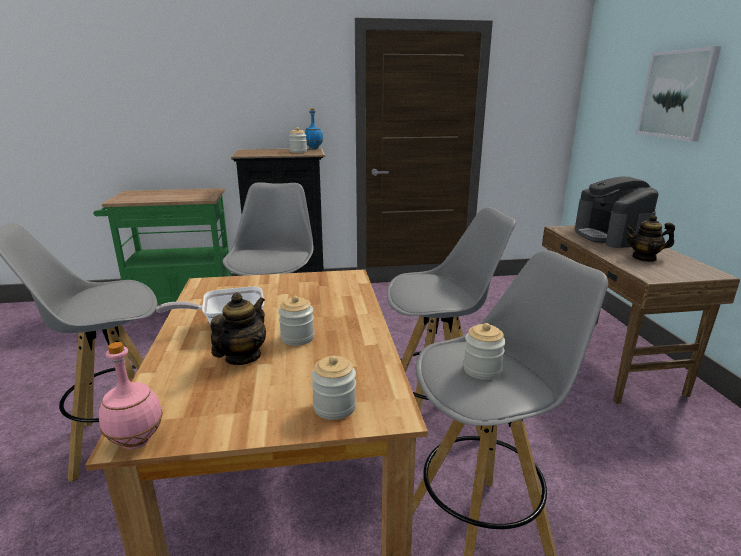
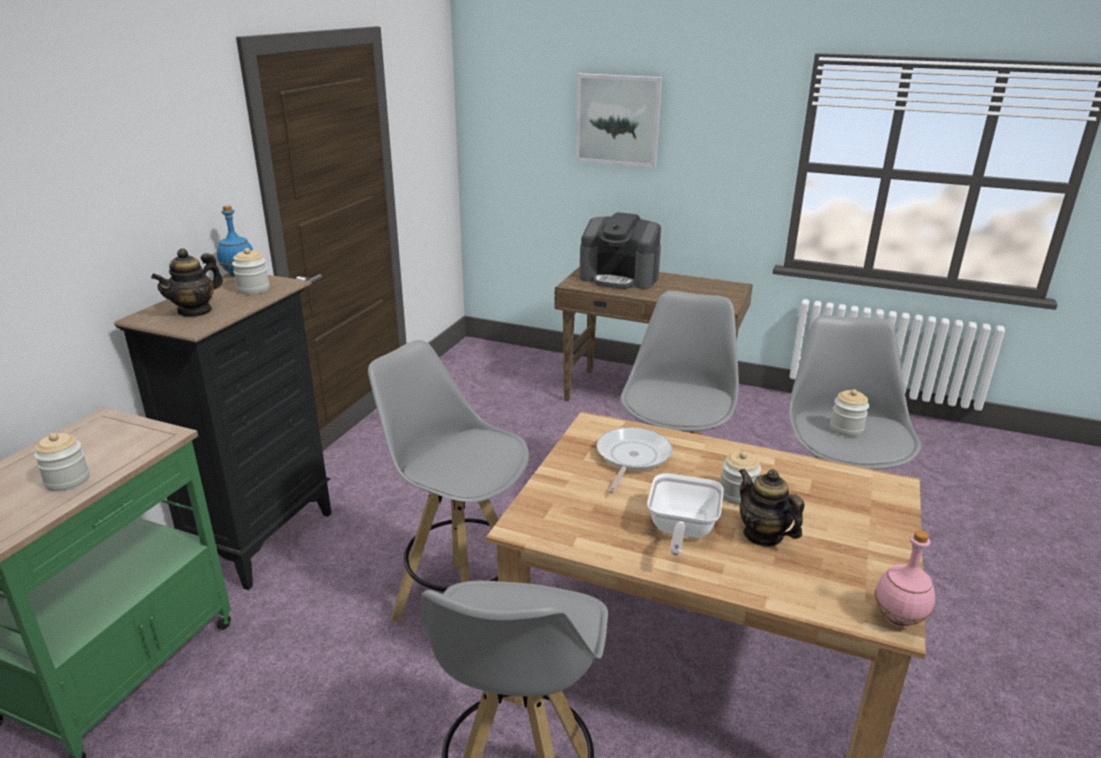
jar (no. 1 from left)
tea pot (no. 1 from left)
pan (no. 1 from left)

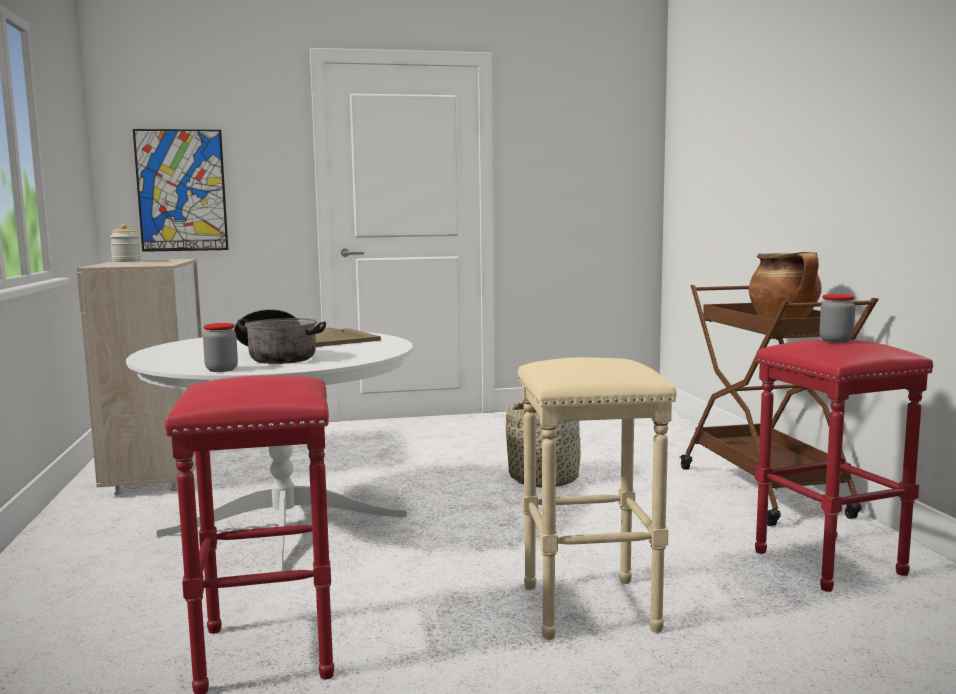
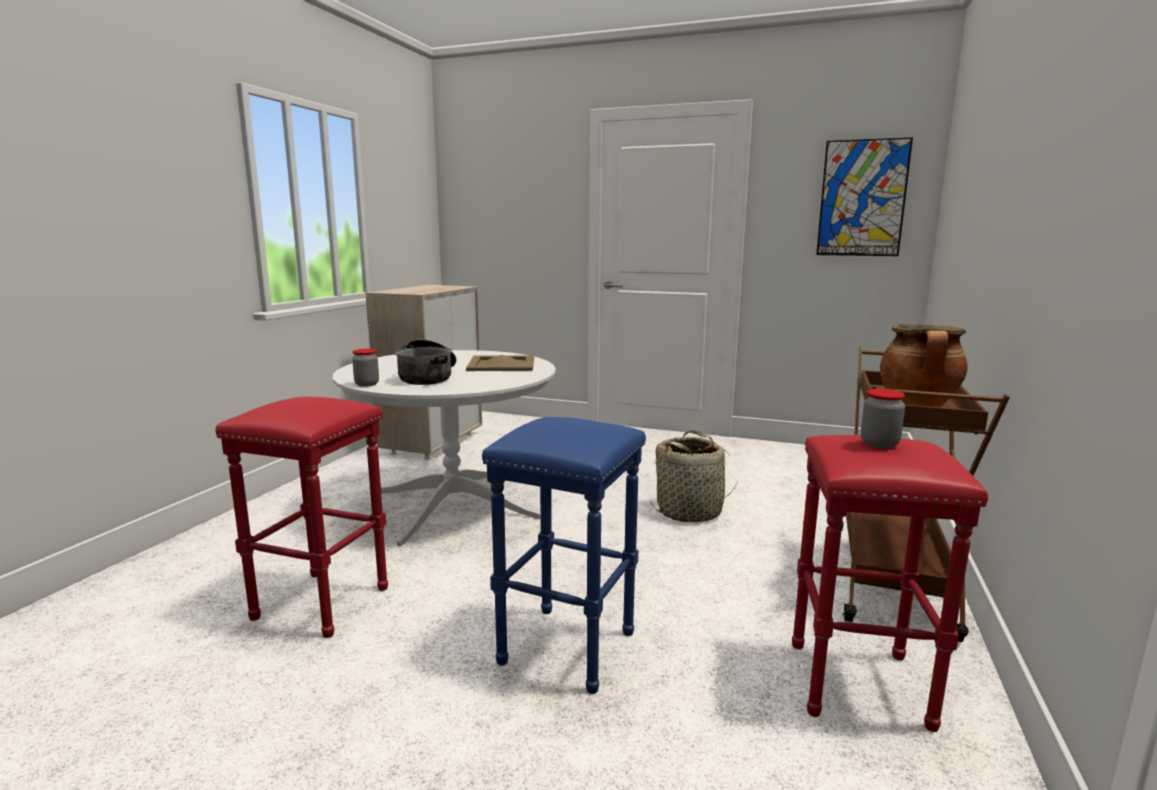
jar (no. 1 from left in the first image)
wall picture
sitting stool in bluish

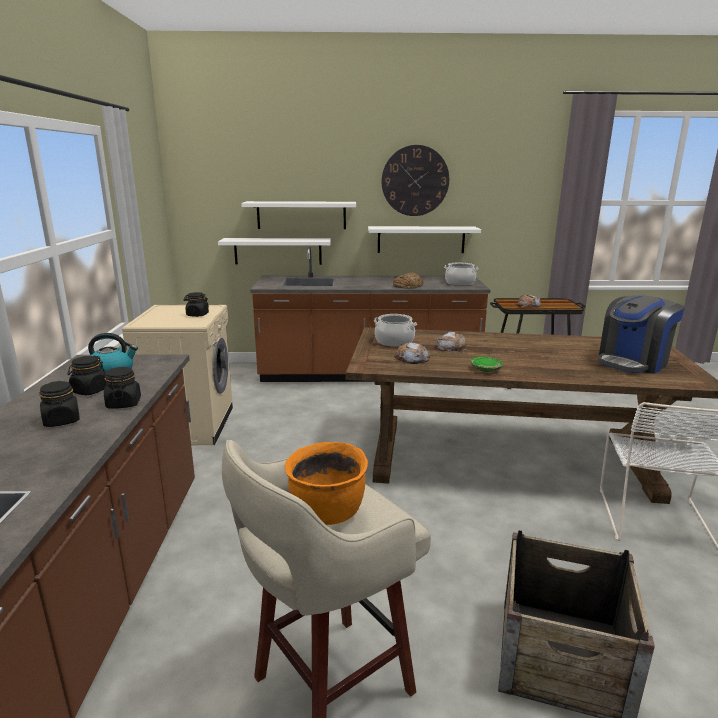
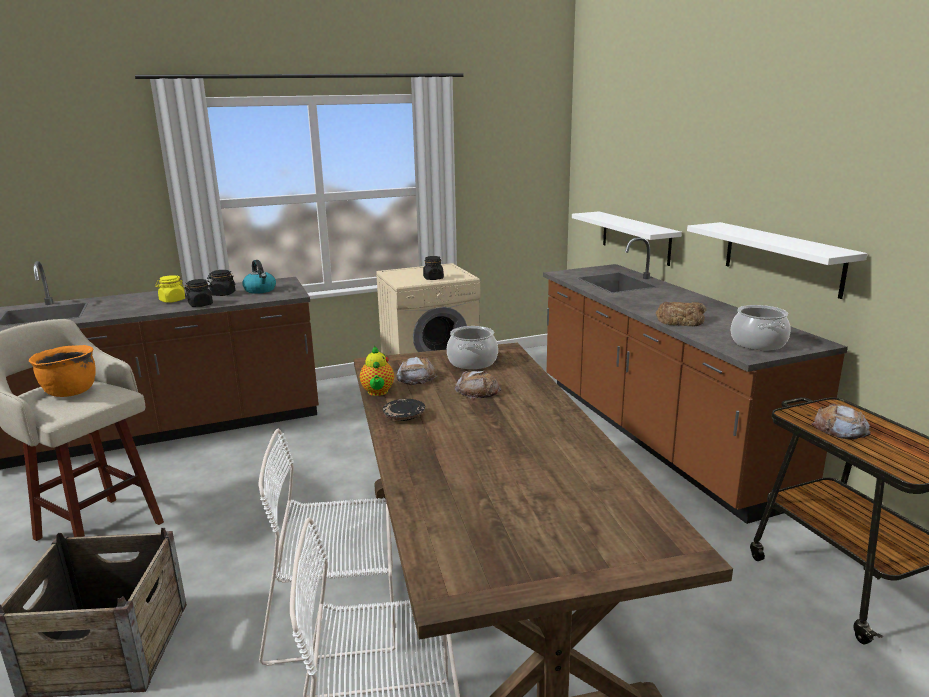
jar in yellowish
wall shelf in white (no. 2 from left in the first image)
hanging clock
dinner plate in black-coloured
coffee brewer
plain chair in white (no. 1 from left)
tea pot

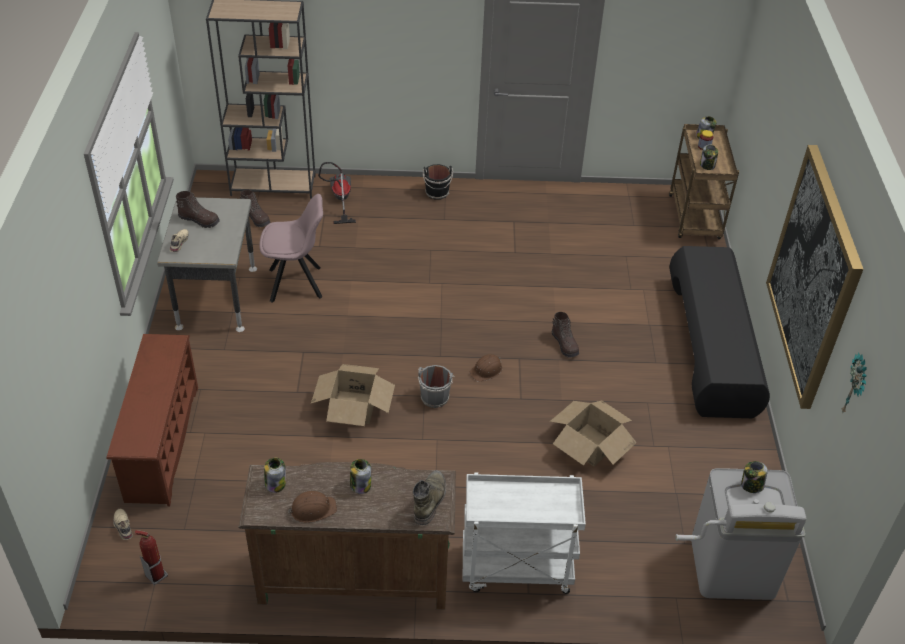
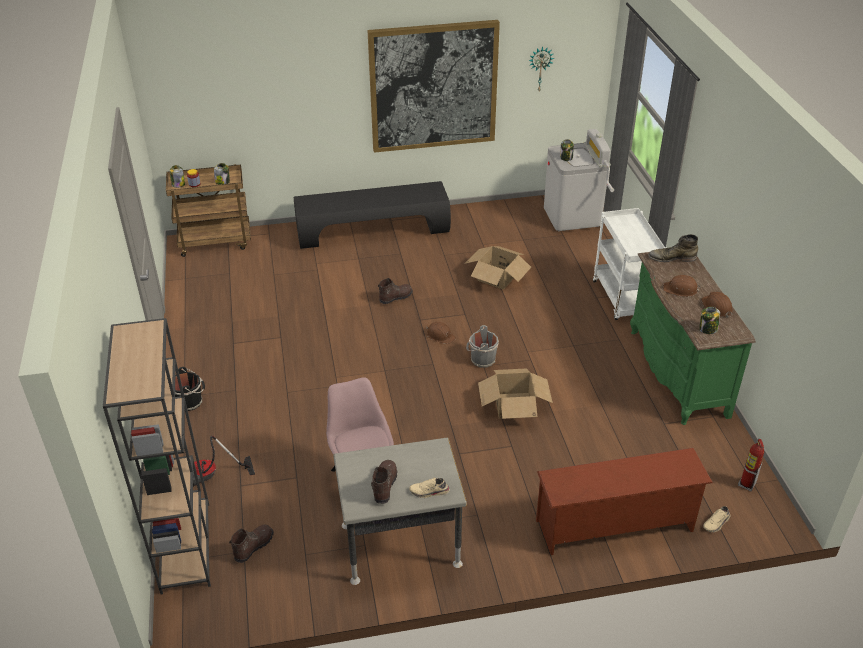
work helmet in brown (no. 2 from left)

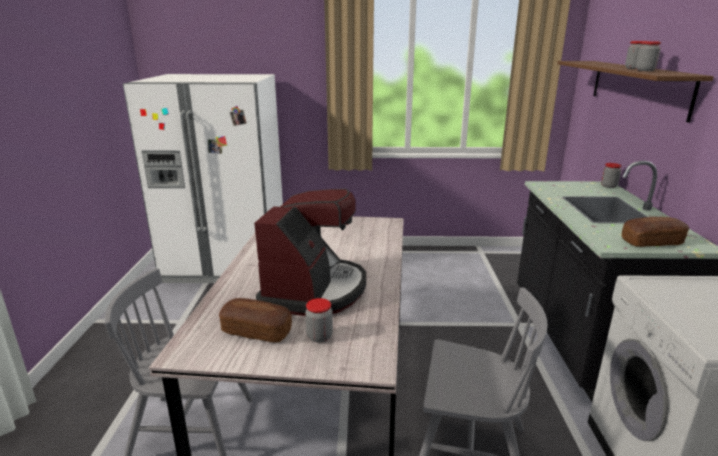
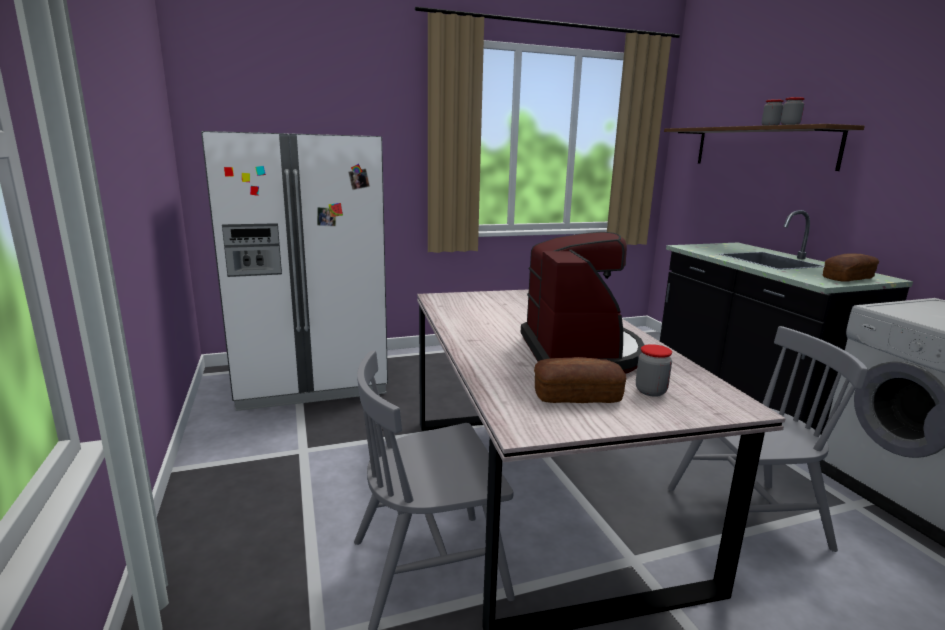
jar (no. 2 from left in the first image)

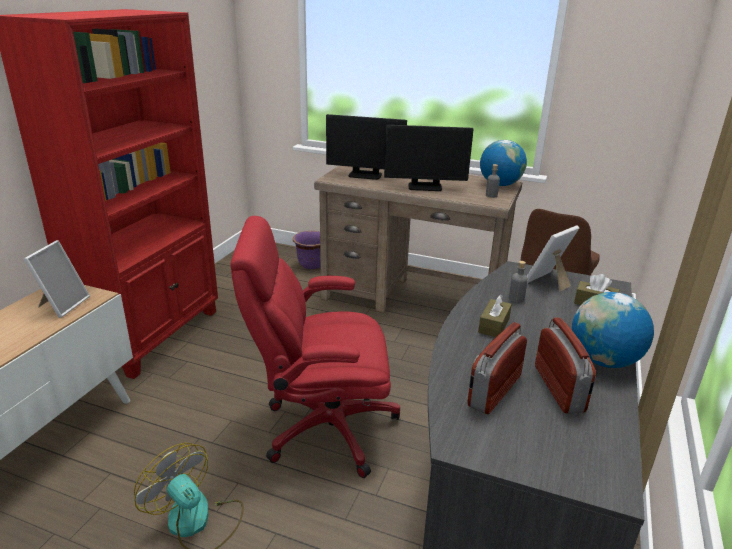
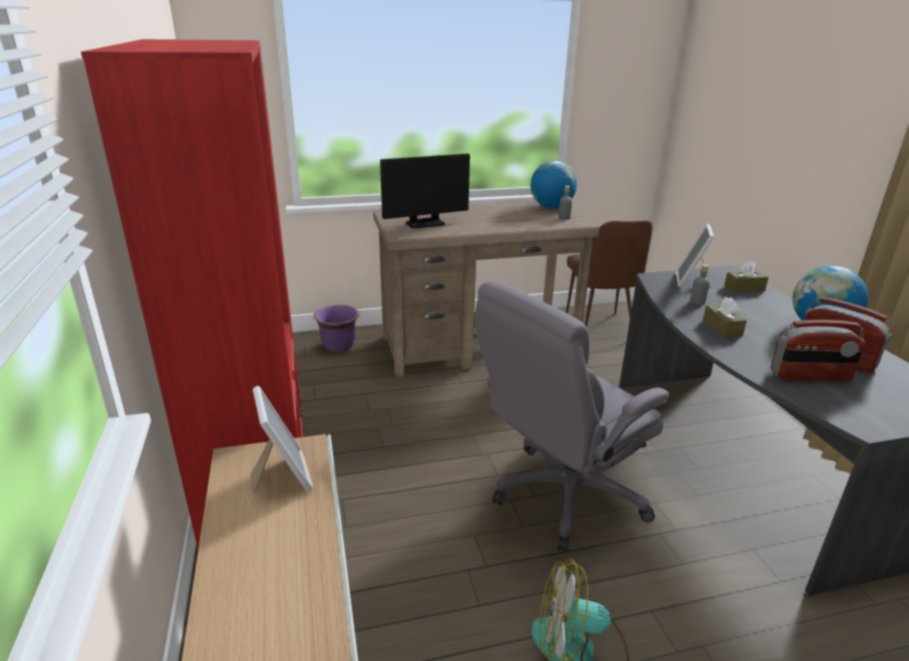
office chair in greyish
computer display (no. 2 from left in the first image)
radio receiver (no. 1 from left)

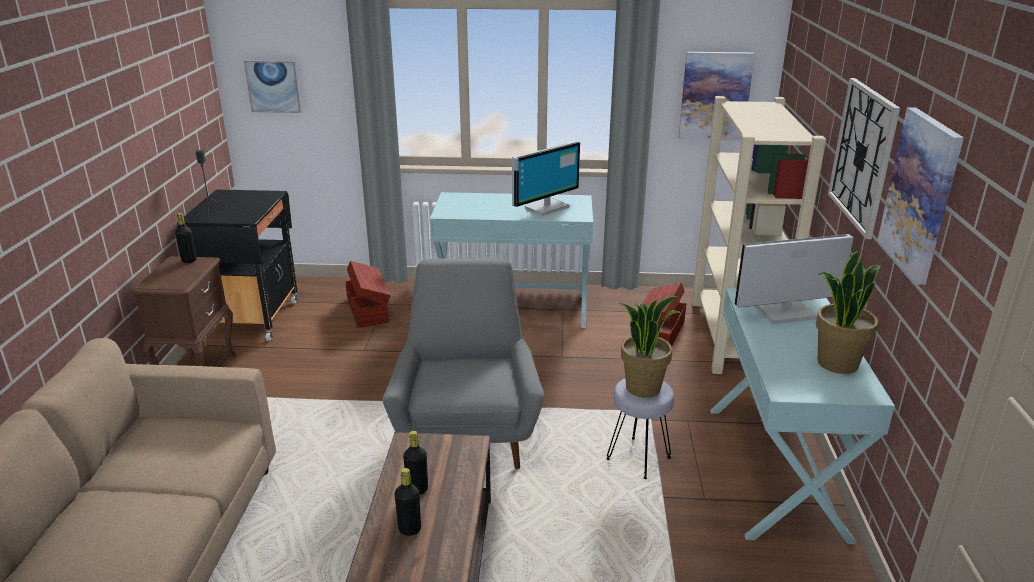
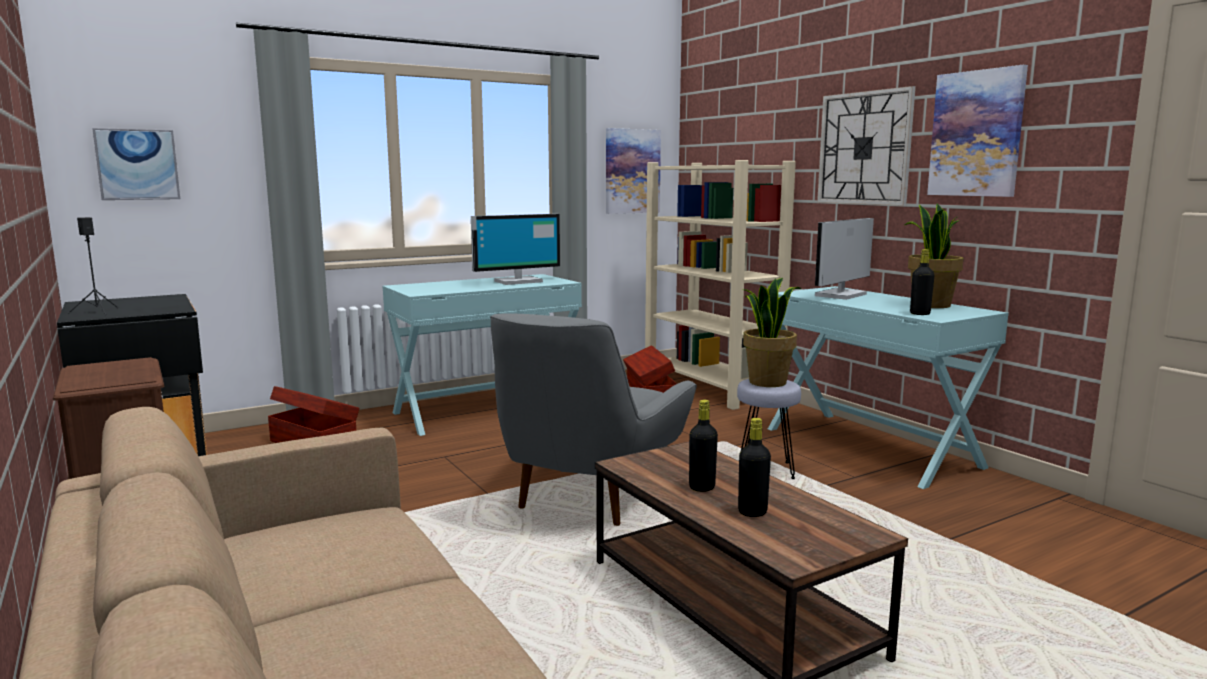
drink bottle in black-coloured (no. 3 from left)
easy chair in greyish
computer display (no. 1 from left)

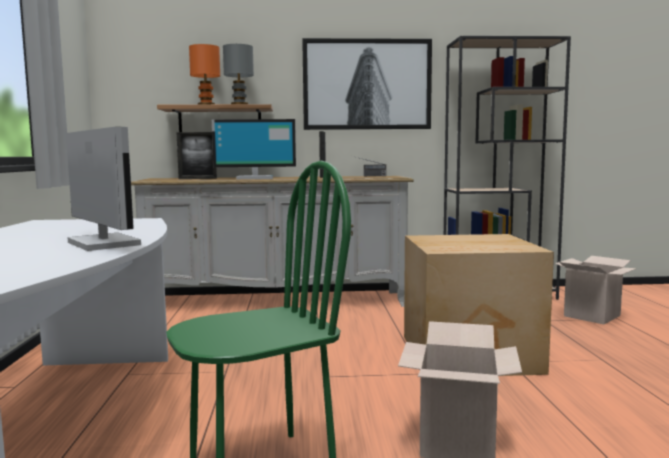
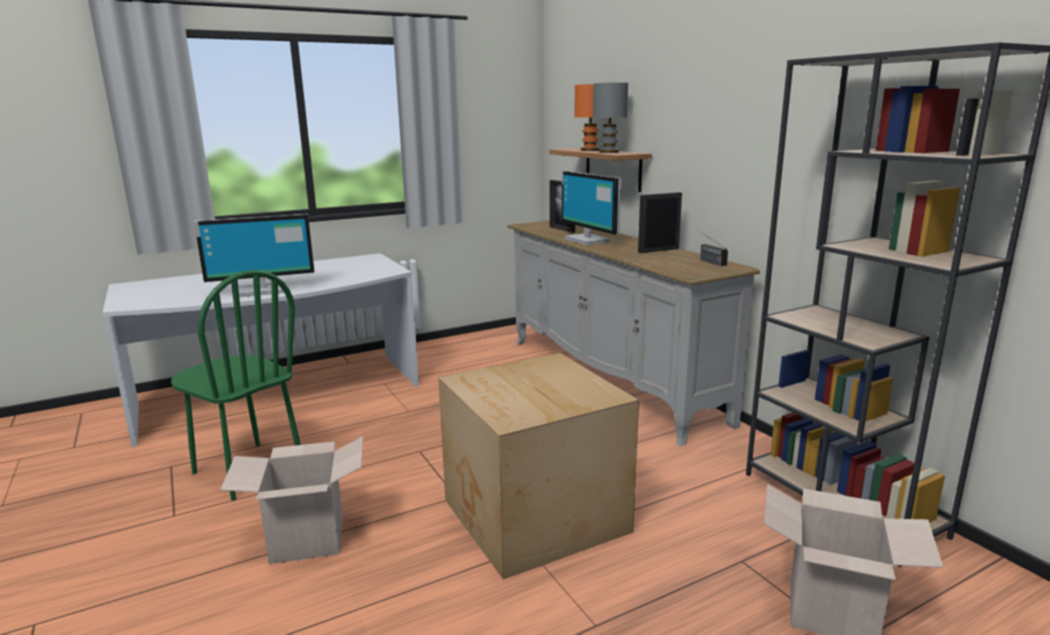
computer display (no. 1 from left)
wall picture

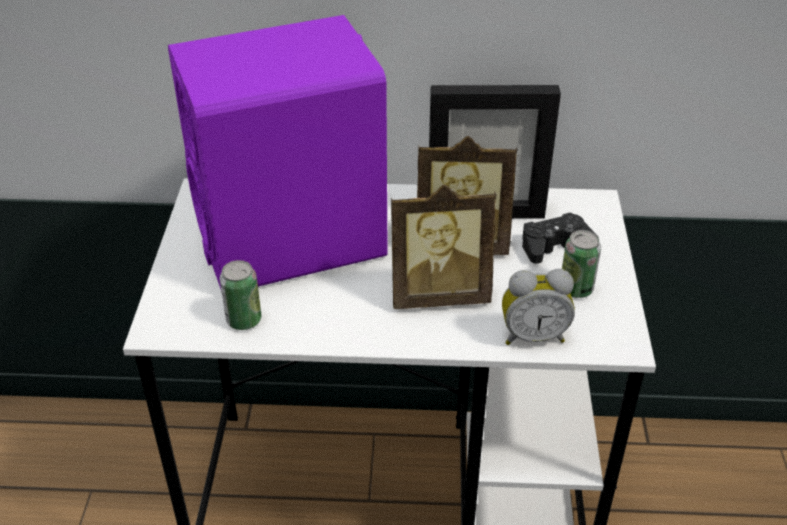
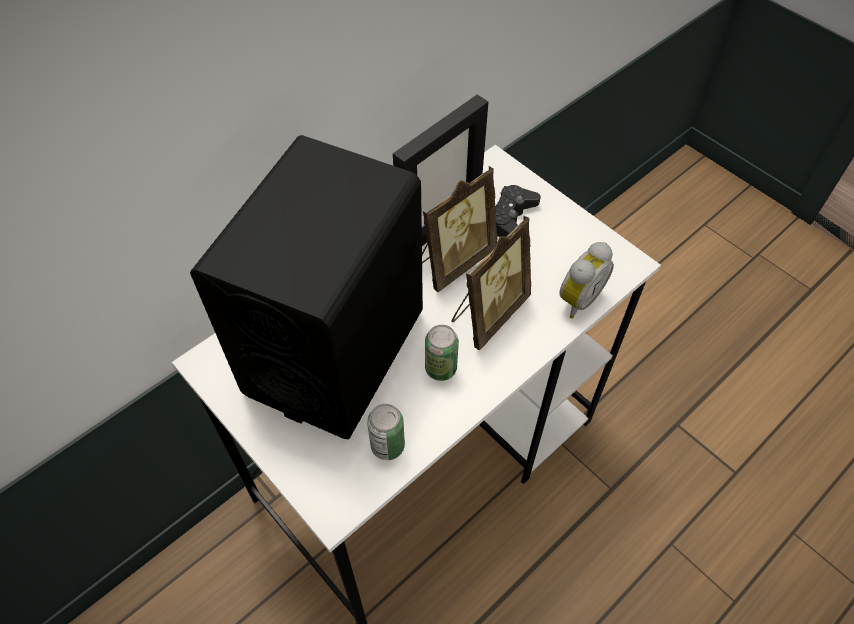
loudspeaker in black-coloured
can (no. 2 from left)

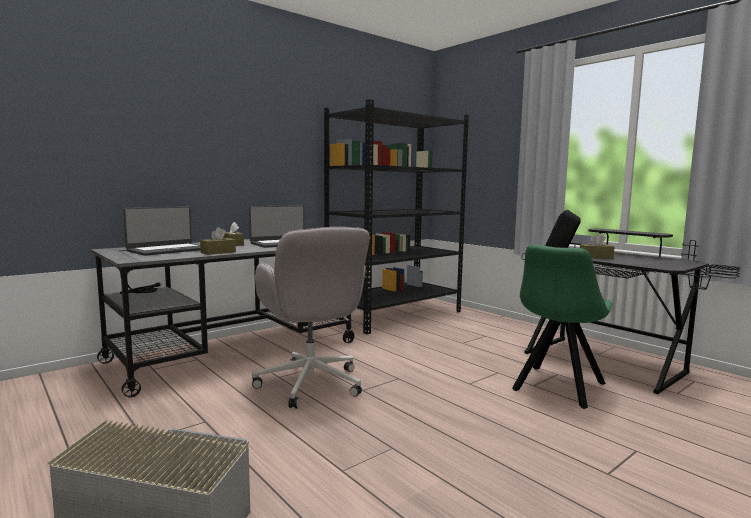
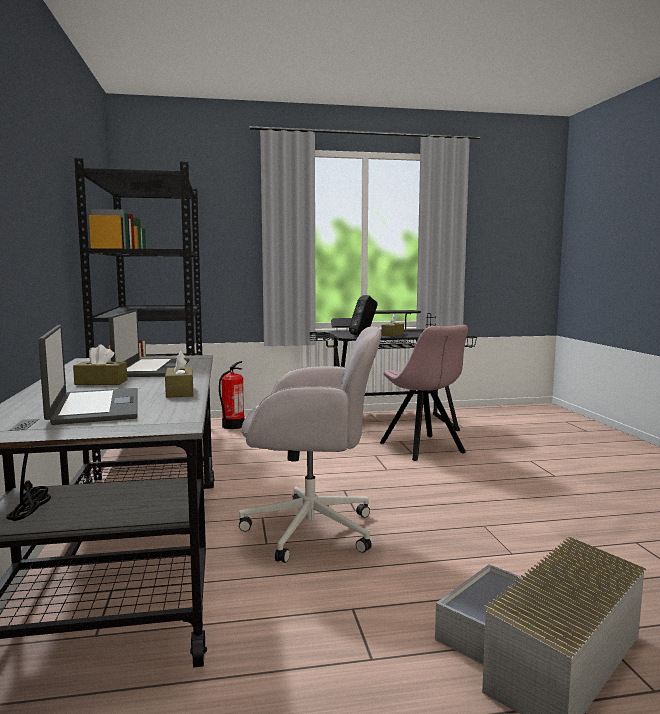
plain chair in pink
extinguisher

